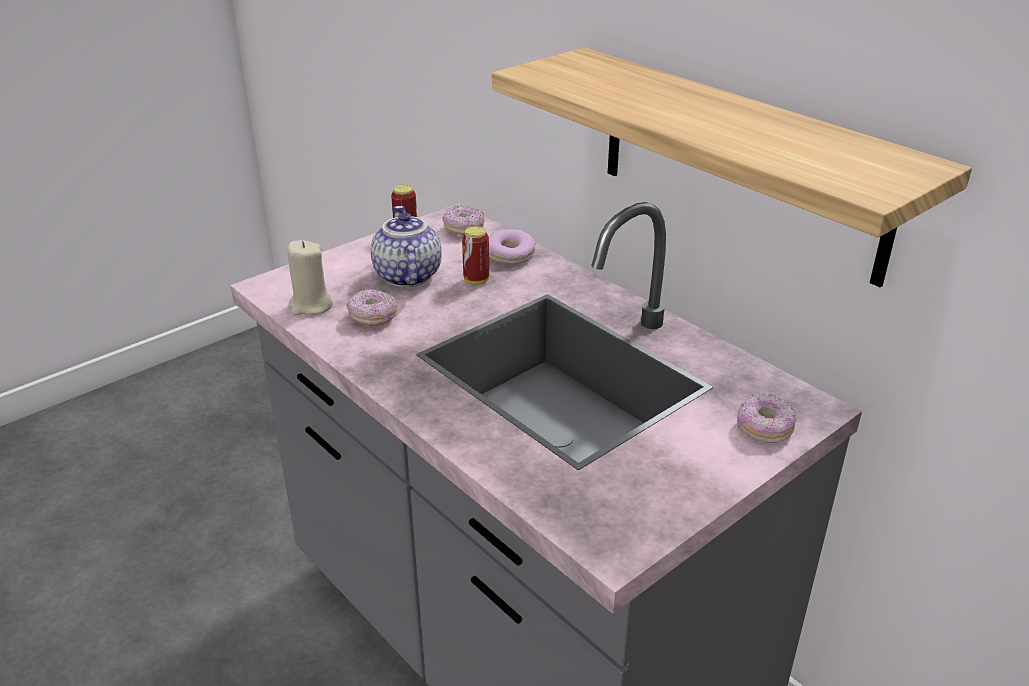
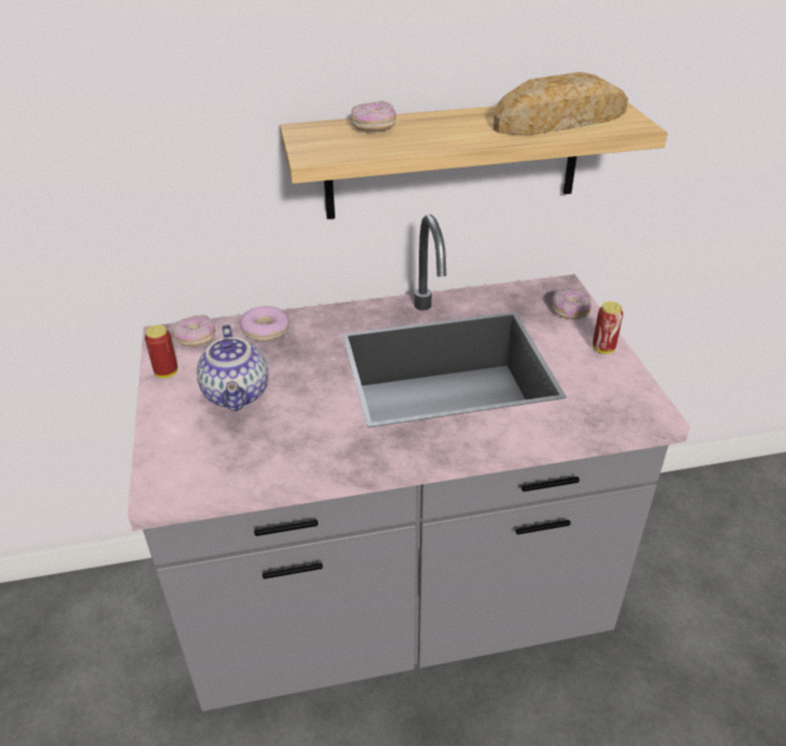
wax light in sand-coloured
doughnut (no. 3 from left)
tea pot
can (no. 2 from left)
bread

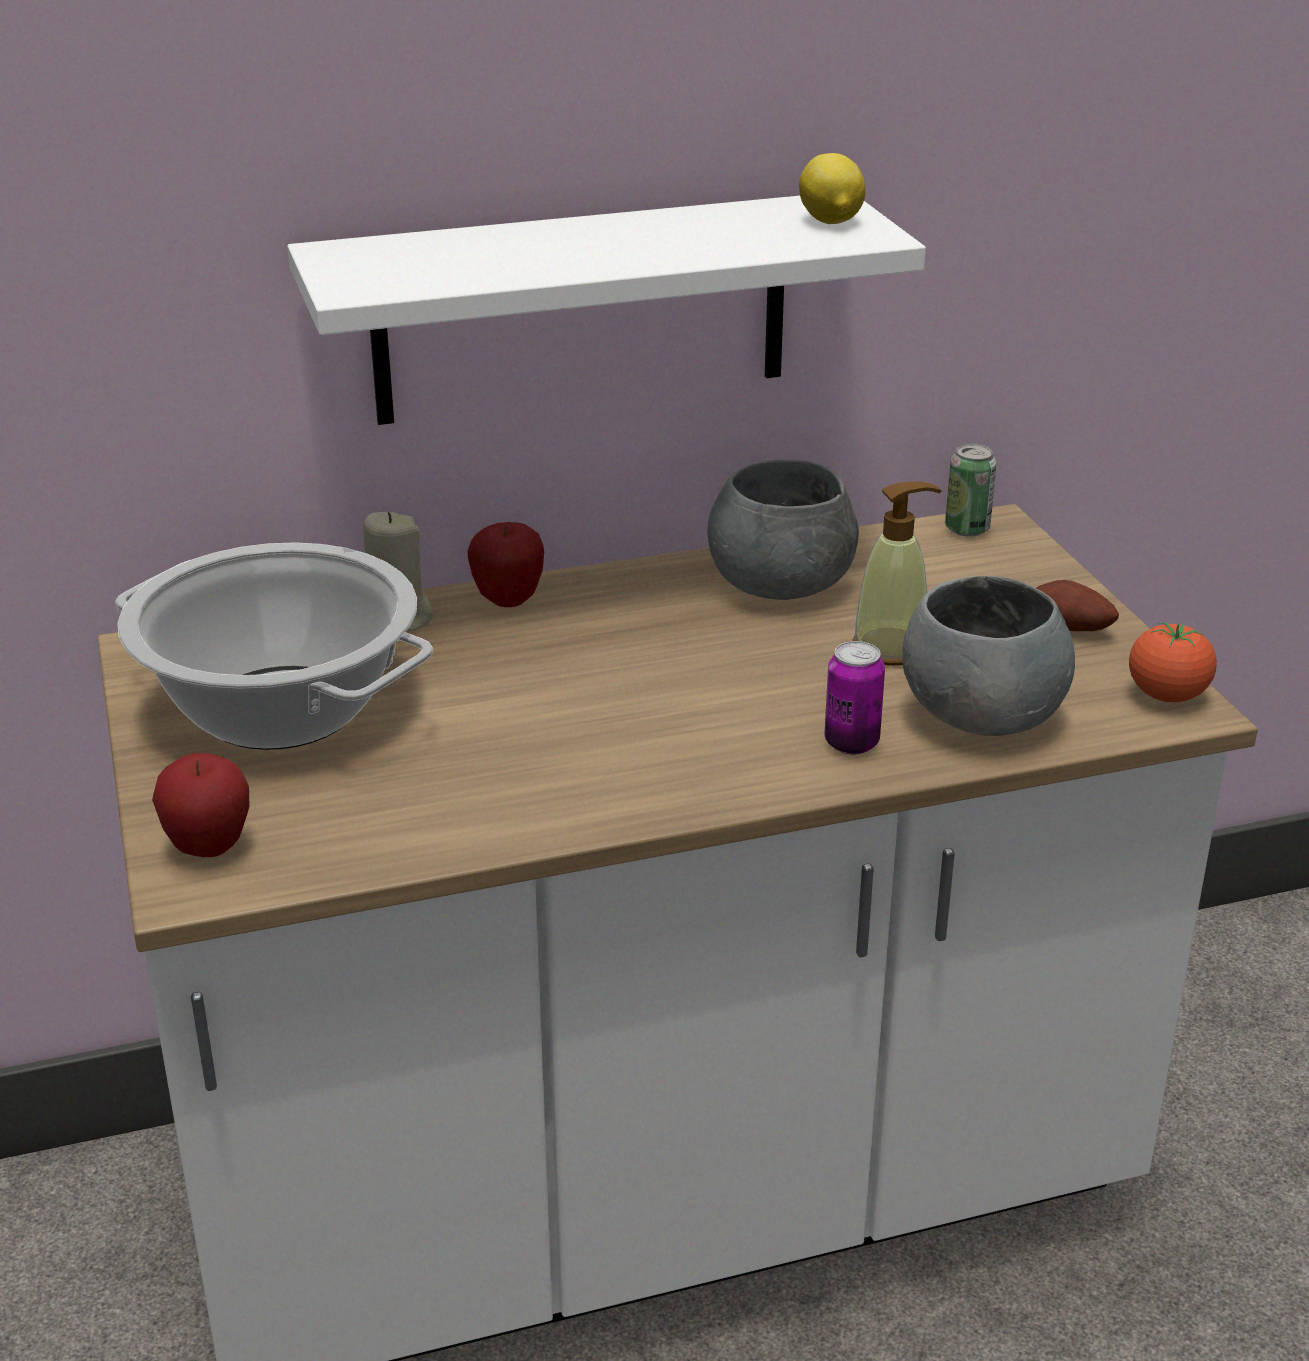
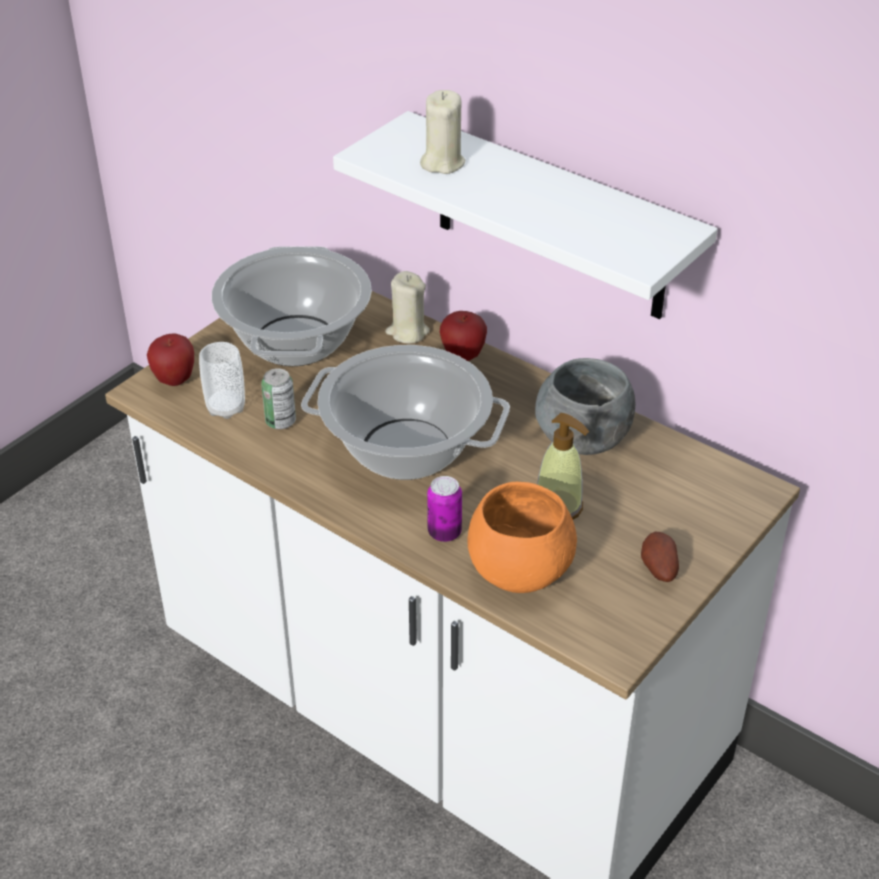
lemon
bowl in orange
can (no. 1 from left)
fresh tomato
cup
cooking pot (no. 2 from left)
wax light in sand-coloured (no. 2 from left)

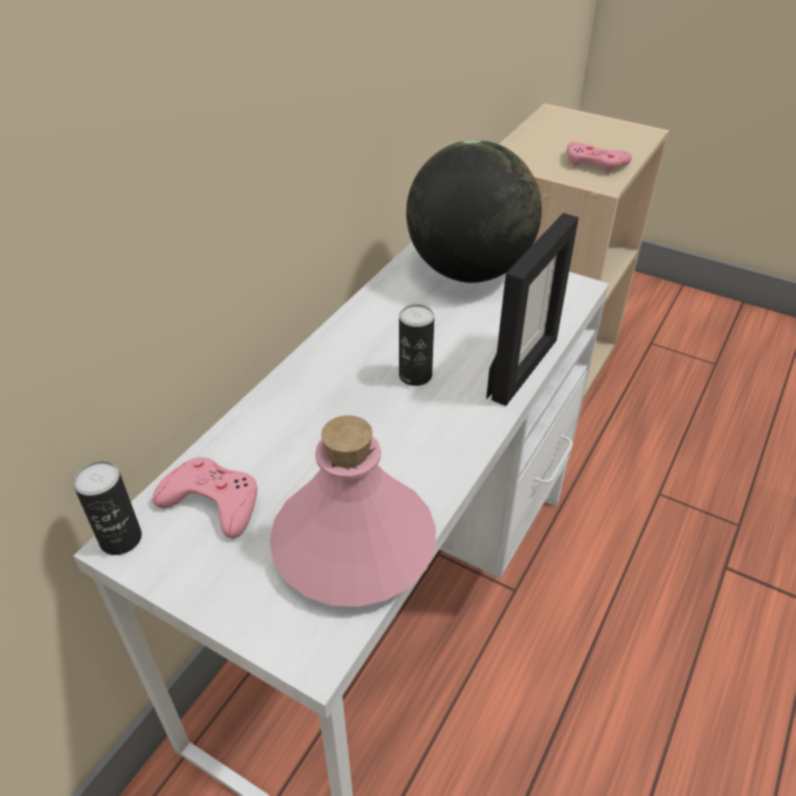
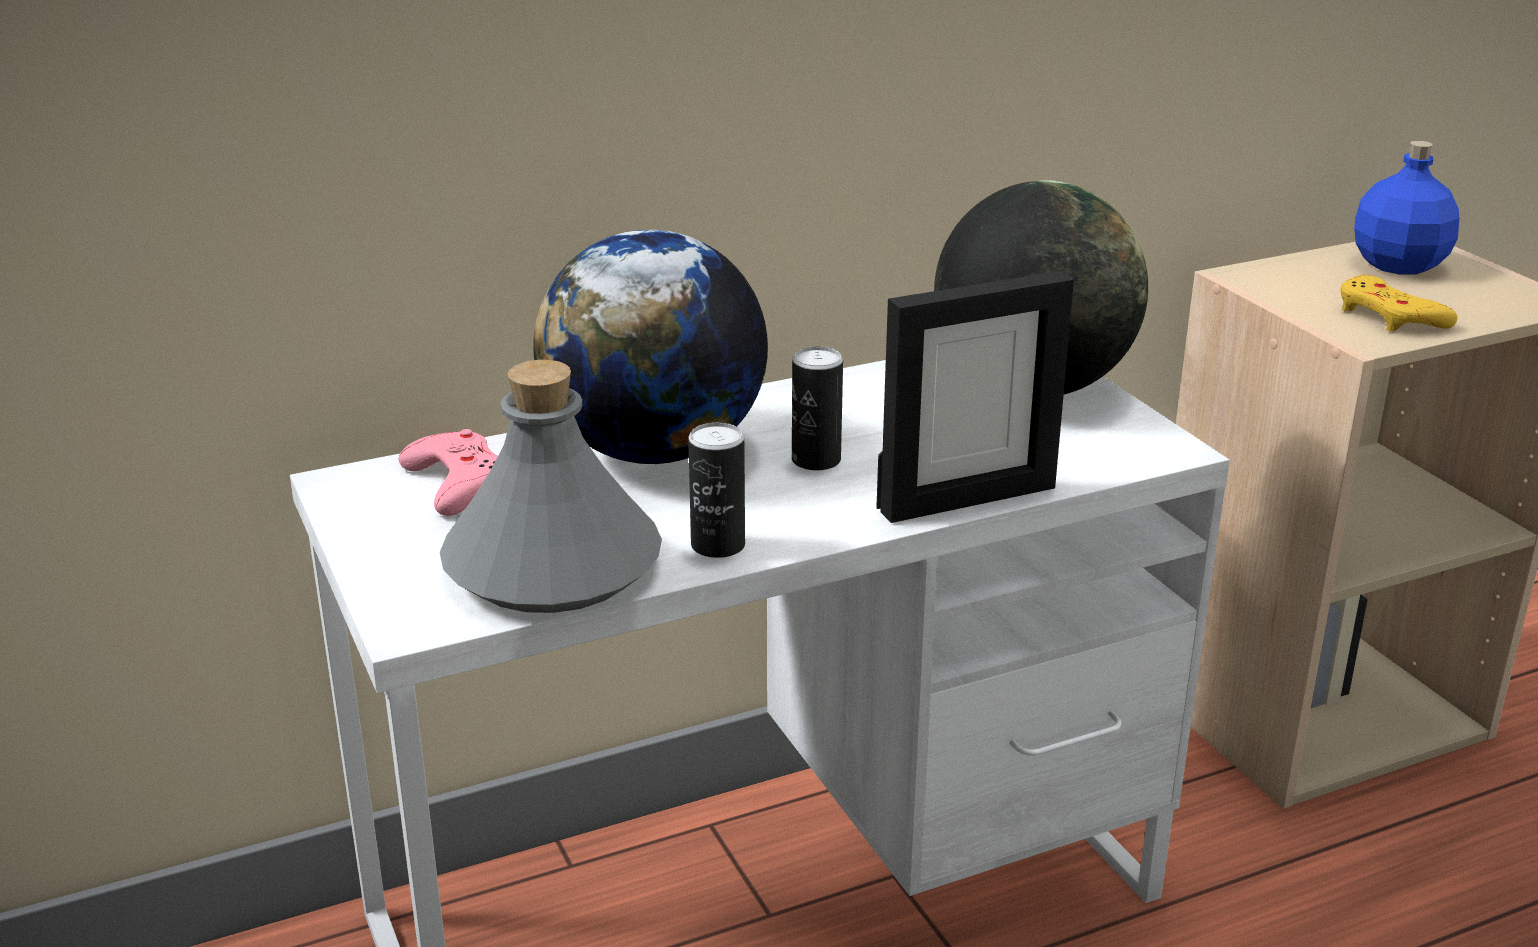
can (no. 1 from left)
drink bottle in greyish
game controller in yellowish
globe (no. 1 from left)
drink bottle in bluish

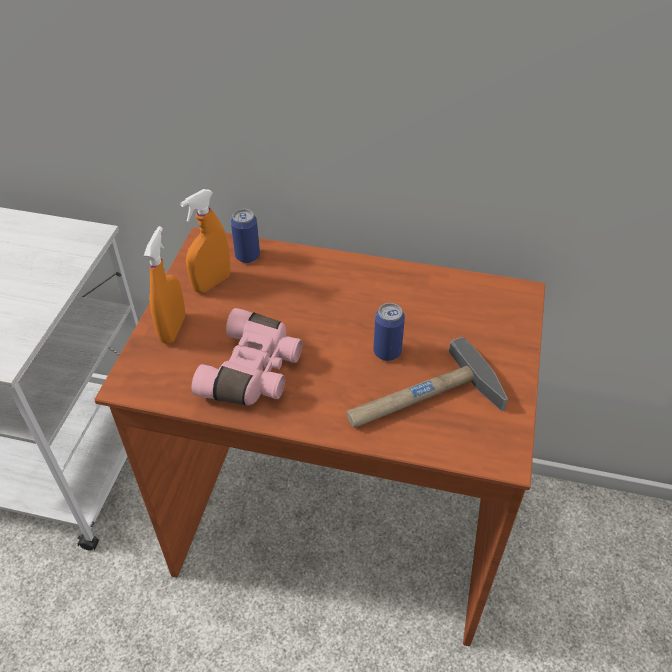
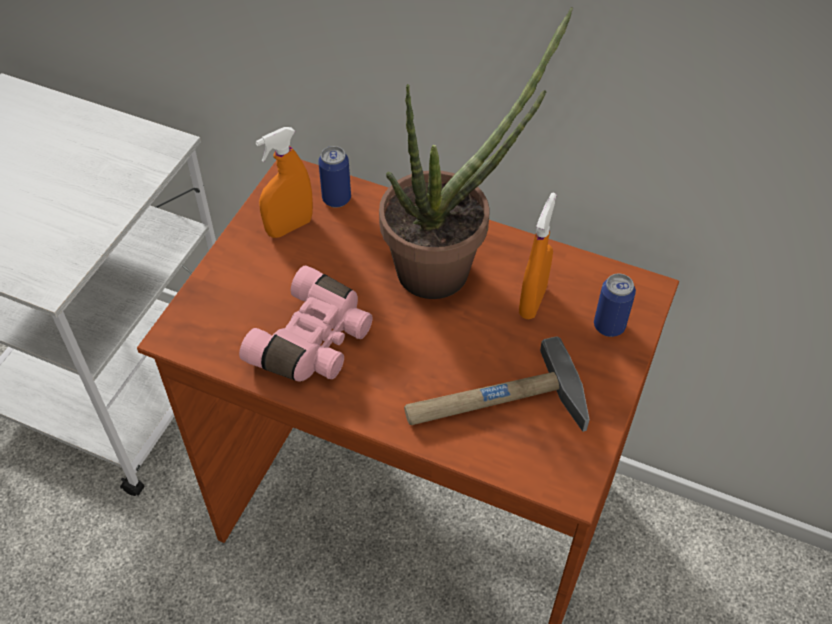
spray bottle in orange (no. 2 from left)
can (no. 2 from left)
plant in a pot

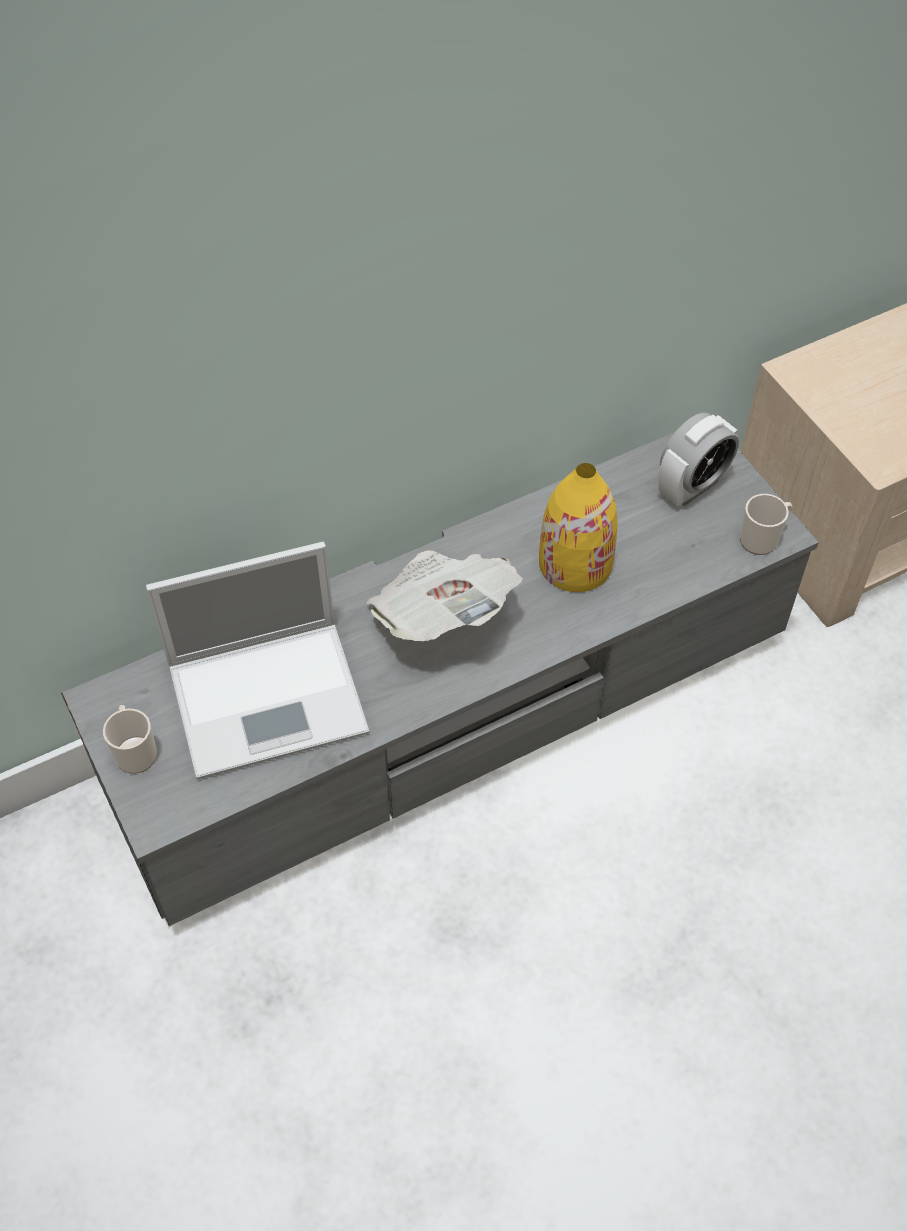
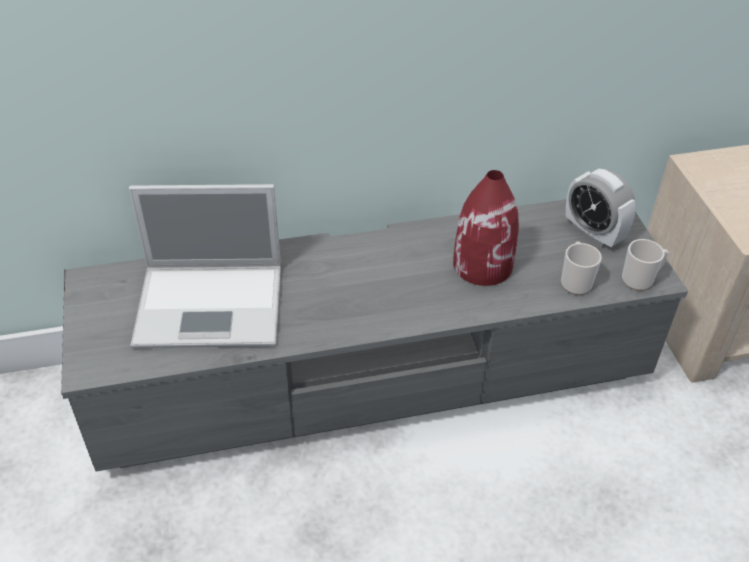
tea mug (no. 1 from left)
daily paper
flower vase in red
table clock

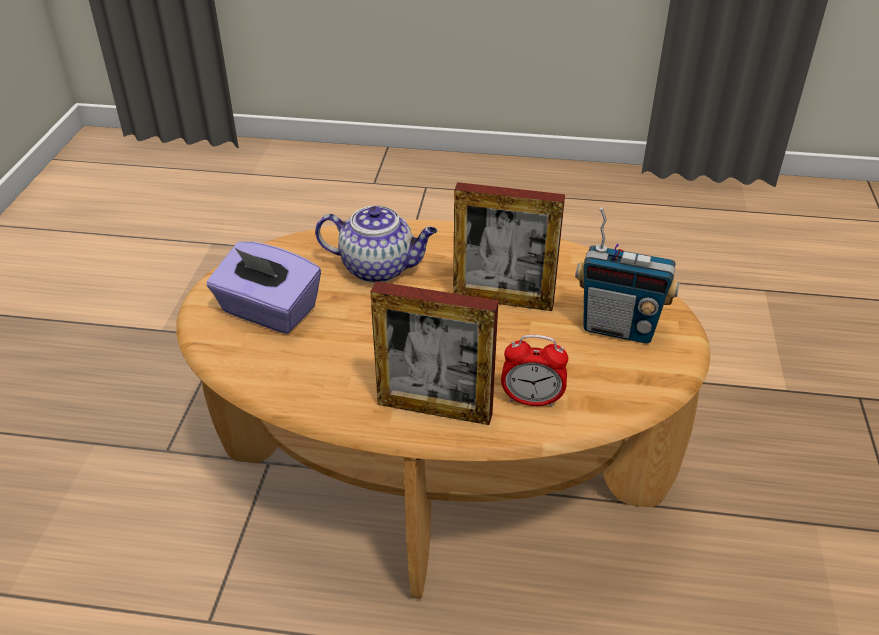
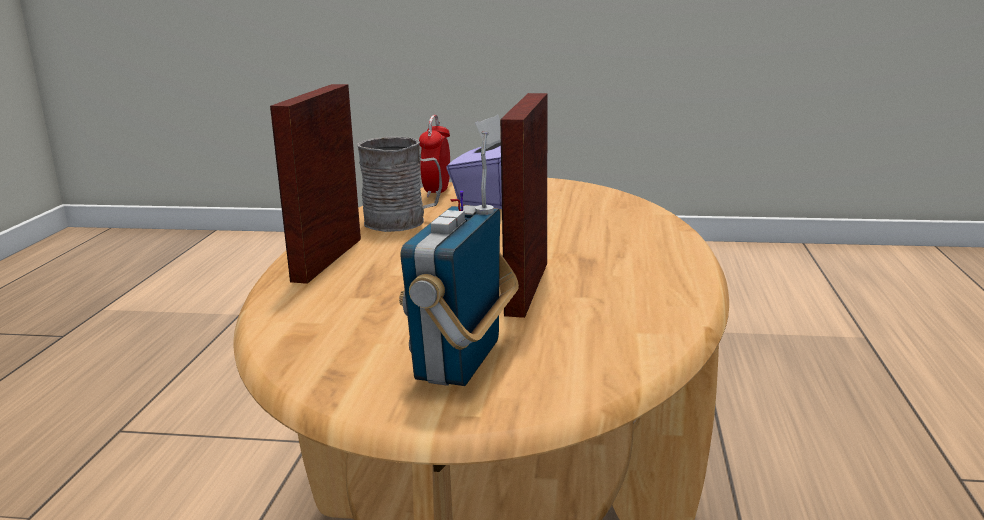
tea pot
table clock
tea mug in greyish

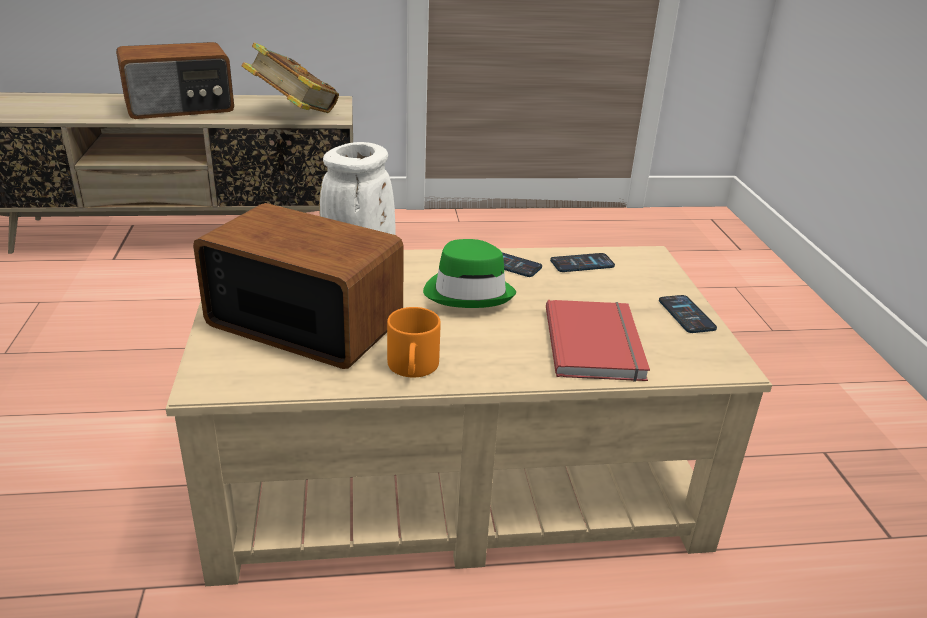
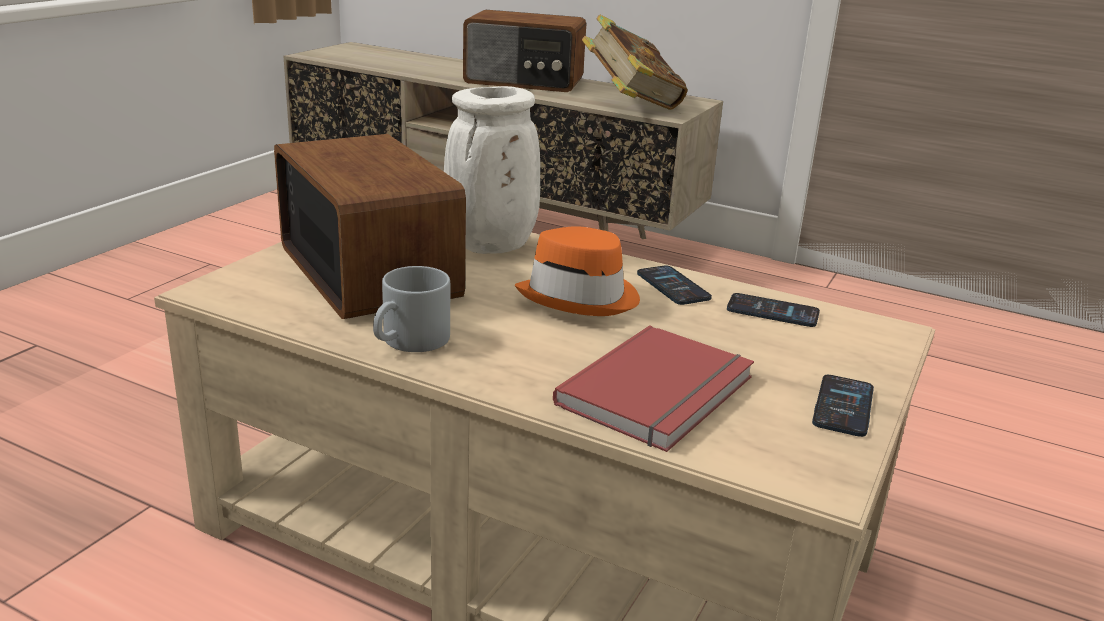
tea mug in greyish
wearable hat in orange

